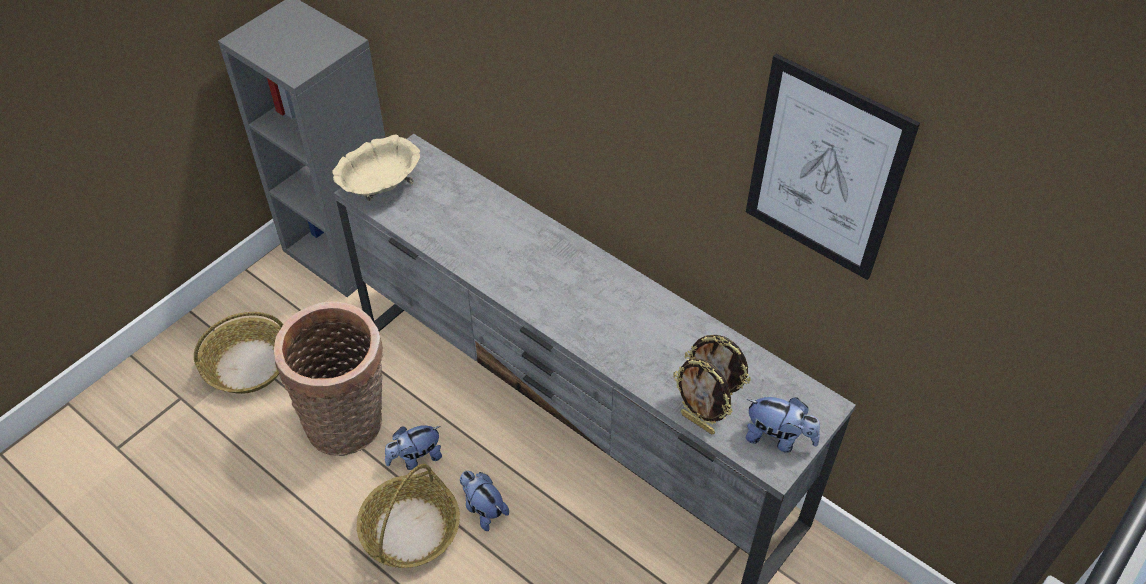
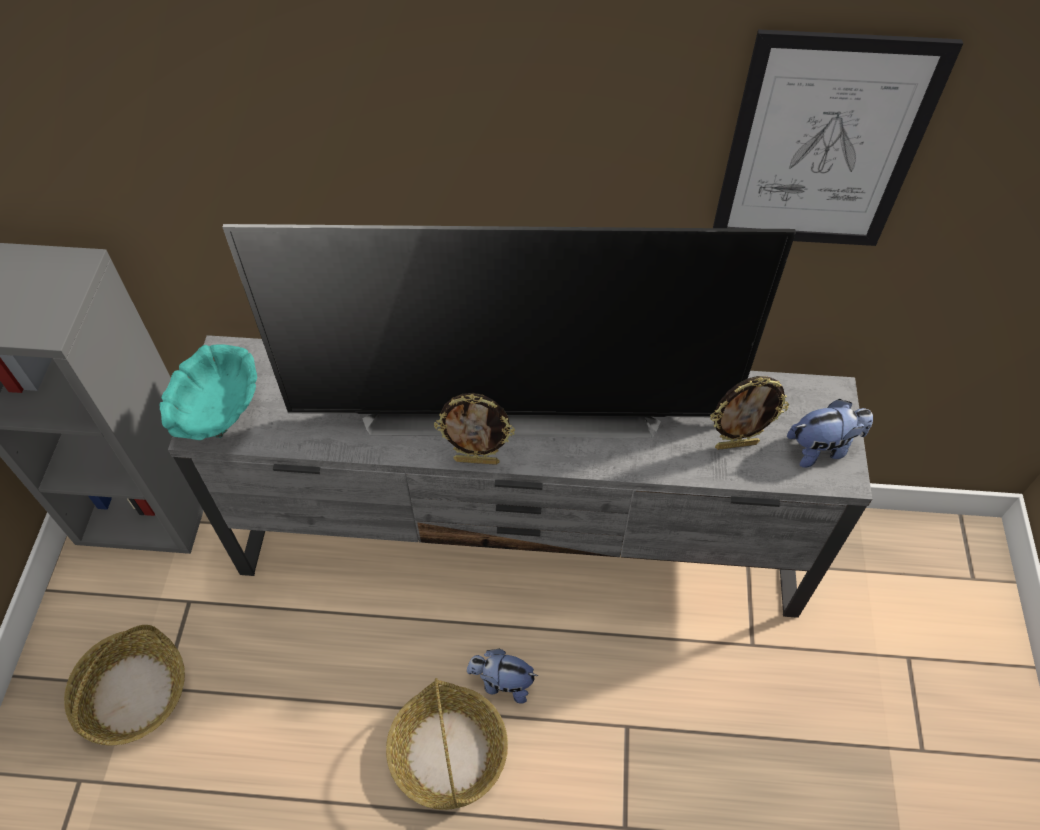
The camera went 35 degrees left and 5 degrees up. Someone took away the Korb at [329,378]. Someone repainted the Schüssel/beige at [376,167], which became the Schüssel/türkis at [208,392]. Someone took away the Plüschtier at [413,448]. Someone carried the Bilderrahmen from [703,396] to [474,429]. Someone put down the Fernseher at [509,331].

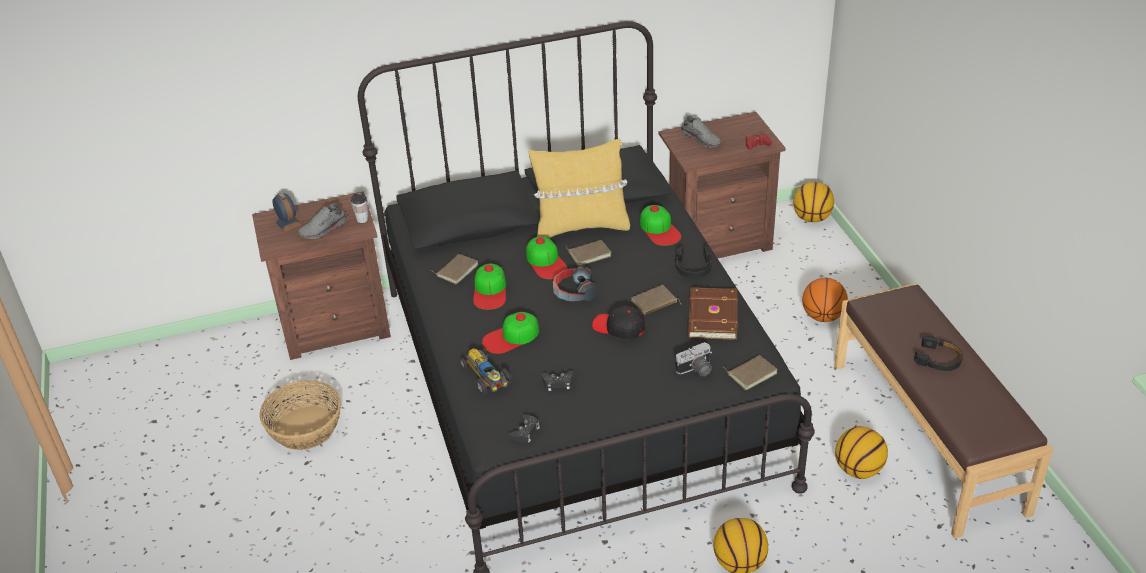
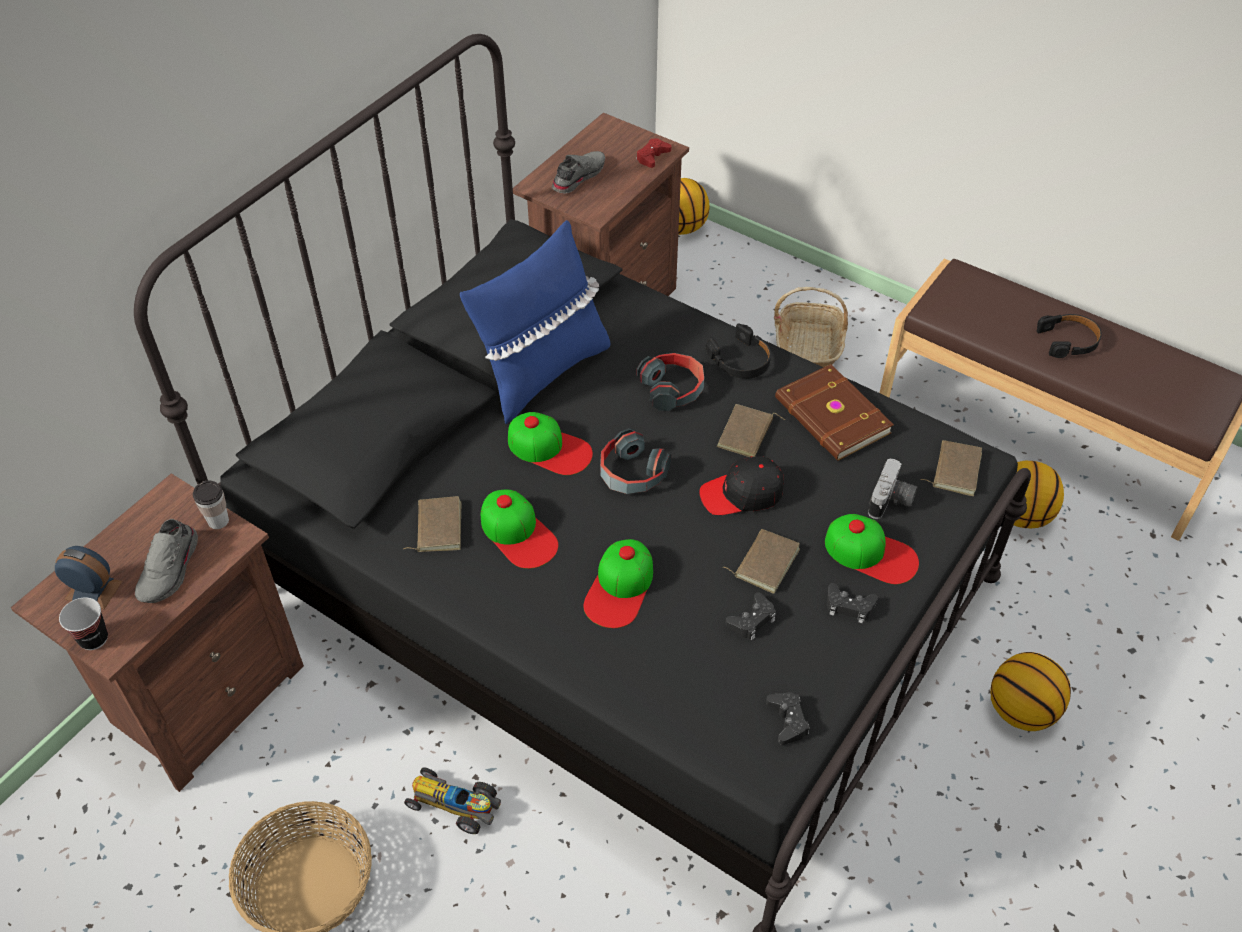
The camera went 40 degrees left and 10 degrees up. Someone carried the Spielzeugauto from [485,371] to [452,801]. Someone repainted the Kissen/gelb at [579,188], which became the Kissen/blau at [535,322]. Someone carried the Buch/braun from [588,253] to [761,561]. Someone carried the Kappe from [660,225] to [872,549]. Someone rotated the Schuh/grau at [701,131] by 60 degrees counterclockwise. Someone swapped the Basketball at [825,300] for the Korb at [811,327]. Someone put down the Tasse at [83,623]. Someone put down the Kopfhörer at [670,382]. Someone put down the Gamepad/schwarz at [852,603].

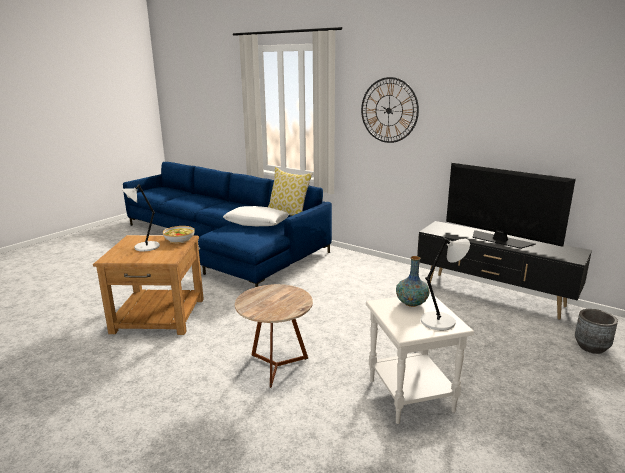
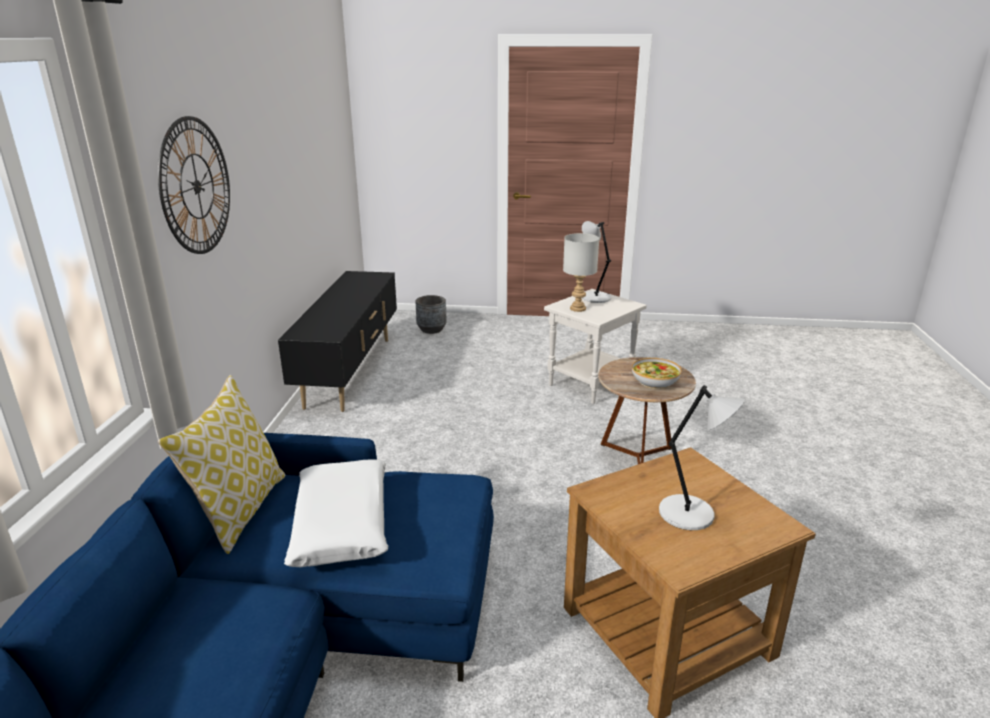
The camera went 120 degrees left and 5 degrees up. Someone carried the Schüssel from [179,234] to [657,373]. Someone swapped the Vase at [412,281] for the Tischlampe/grau at [581,272]. Someone took away the Fernseher at [511,206].

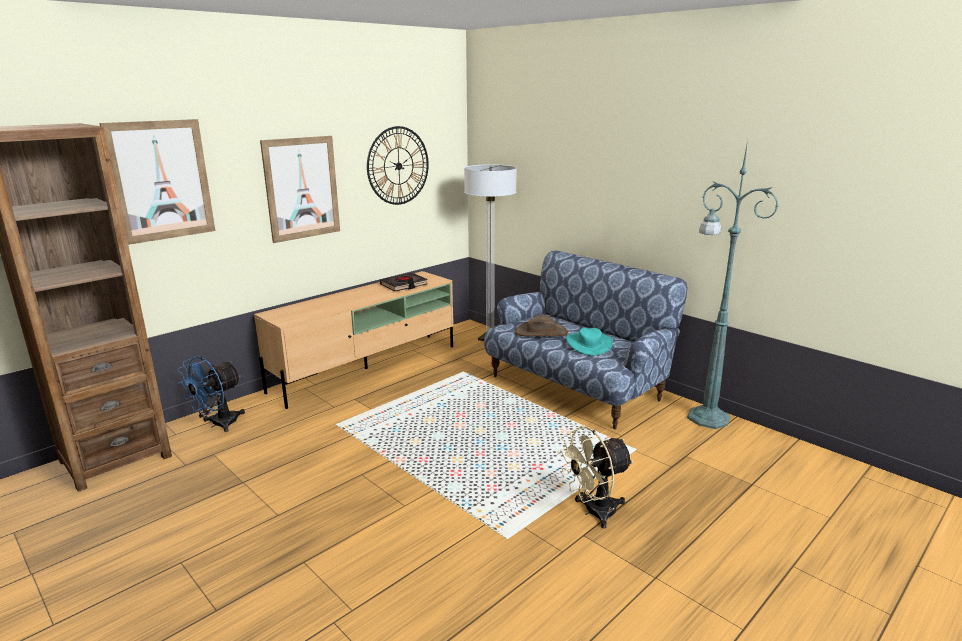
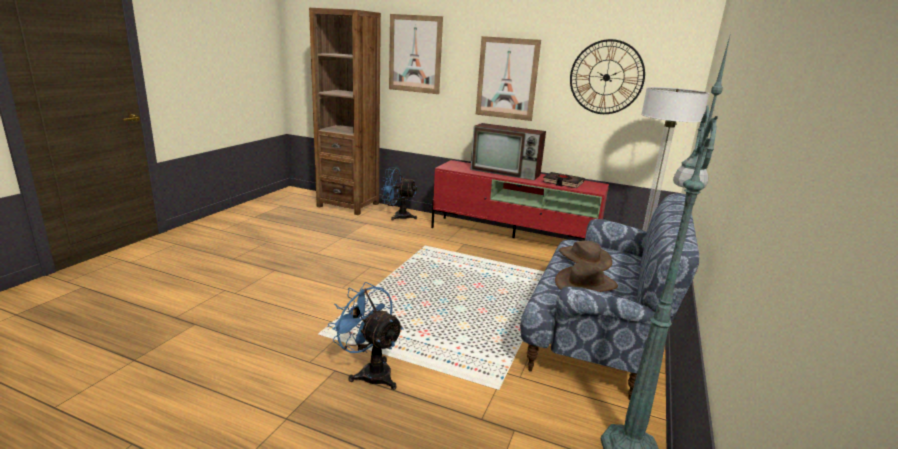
The camera went 65 degrees right and 0 degrees up. Someone repainted the Fernsehschrank/beige at [353,340], which became the Fernsehschrank/rot at [520,199]. Someone repainted the Ventilator/beige at [595,477], which became the Ventilator/blau at [366,336]. Someone repainted the Hut/türkis at [589,342], which became the Hut/braun at [586,277]. Someone put down the Fernseher at [508,152].

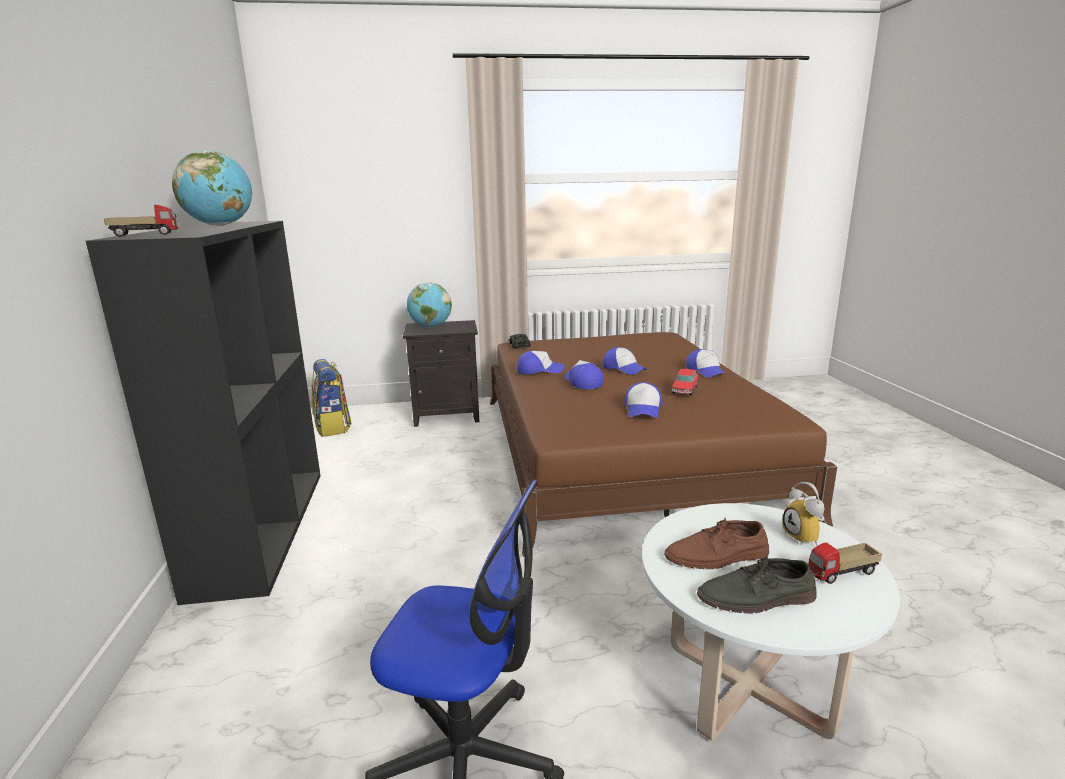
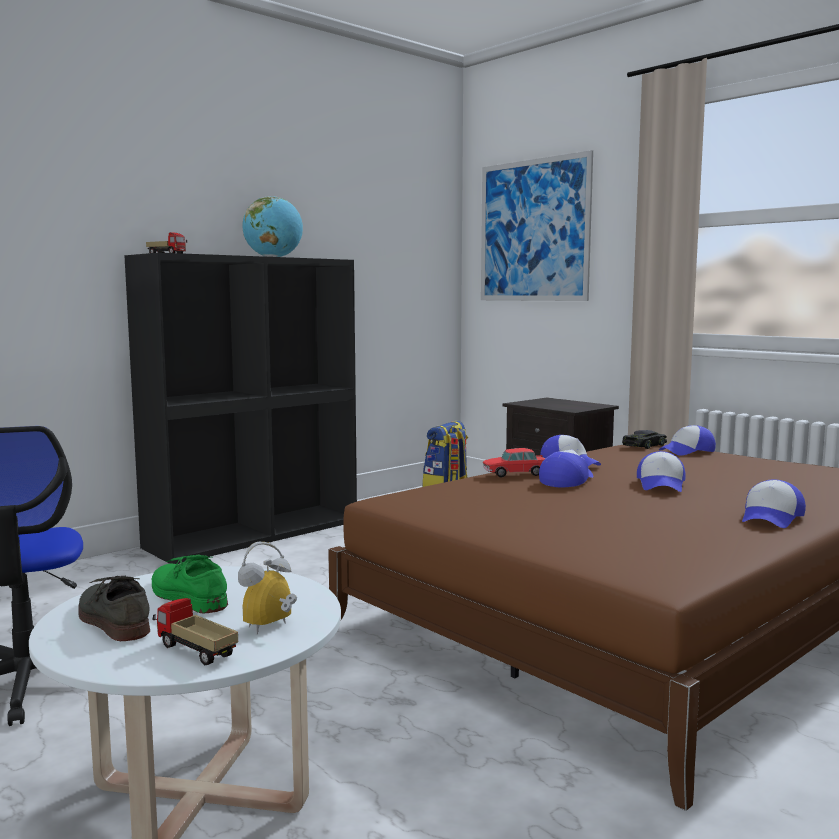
The camera went 55 degrees right and 10 degrees down. Someone took away the Globus at [429,305]. Someone carried the Kappe from [643,400] to [687,440]. Someone repainted the Schuh/braun at [716,543], which became the Schuh/grün at [190,584]. Someone carried the Spielzeugauto from [685,382] to [514,462]. Someone put up the Bild at [537,225].

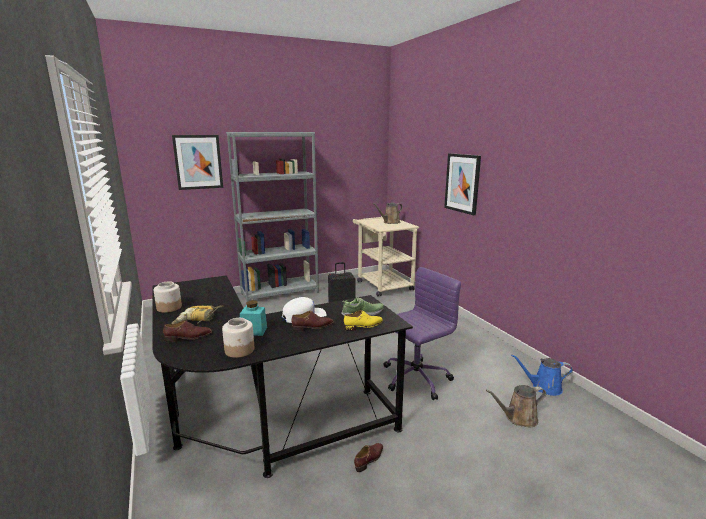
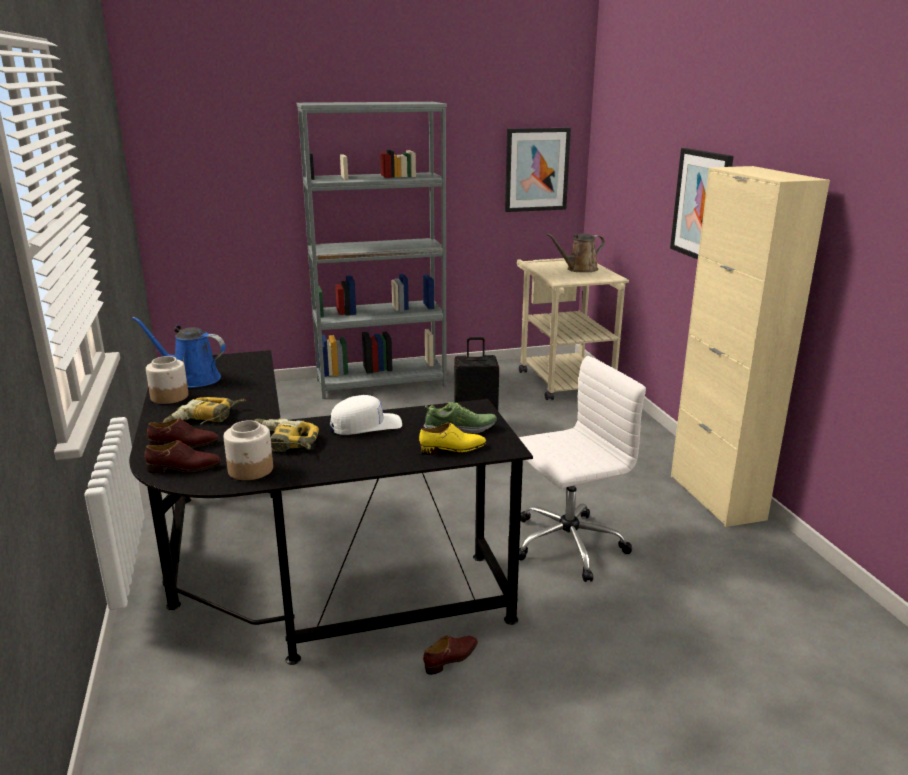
The camera went 10 degrees right and 5 degrees up. Someone carried the Bild from [197,162] to [538,170]. Someone swapped the Vorratsglas/türkis at [253,318] for the Bohrmaschine at [286,435]. Someone carried the Schuh/braun from [312,321] to [182,457]. Someone repainted the Bürostuhl/lila at [422,333], which became the Bürostuhl/weiß at [582,469]. Someone took away the Gießkanne/braun at [516,406]. Someone carried the Gießkanne/blau from [542,375] to [178,352]. Someone put down the Schrank/beige at [750,346].

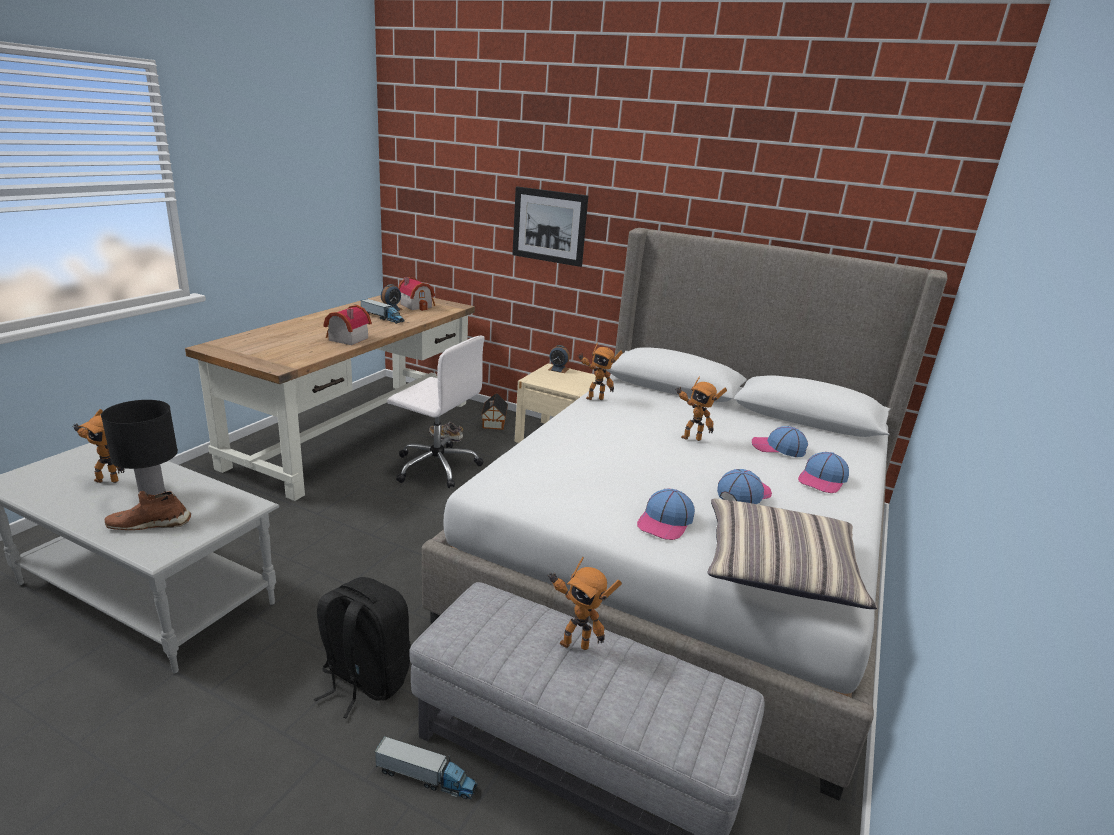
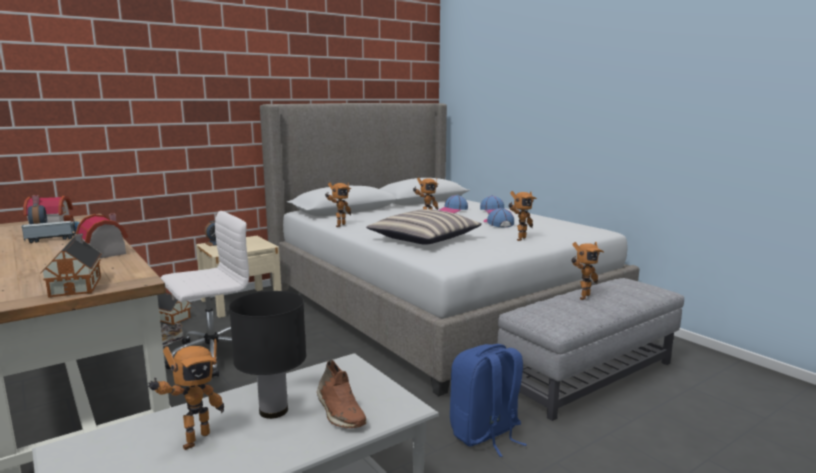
The camera went 60 degrees left and 10 degrees down. Someone rotated the Schuh/braun at [148,510] by 45 degrees counterclockwise. Someone repainted the Rucksack/schwarz at [362,647], which became the Rucksack/blau at [488,400]. Someone took away the Spielzeuglaster at [426,767]. Someone took away the Bild at [550,226]. Someone swapped the Kappe at [666,514] for the Spielzeugroboter at [523,216]. Someone carried the Kissen from [792,554] to [424,227]. Someone put down the Spielzeughaus at [71,266].

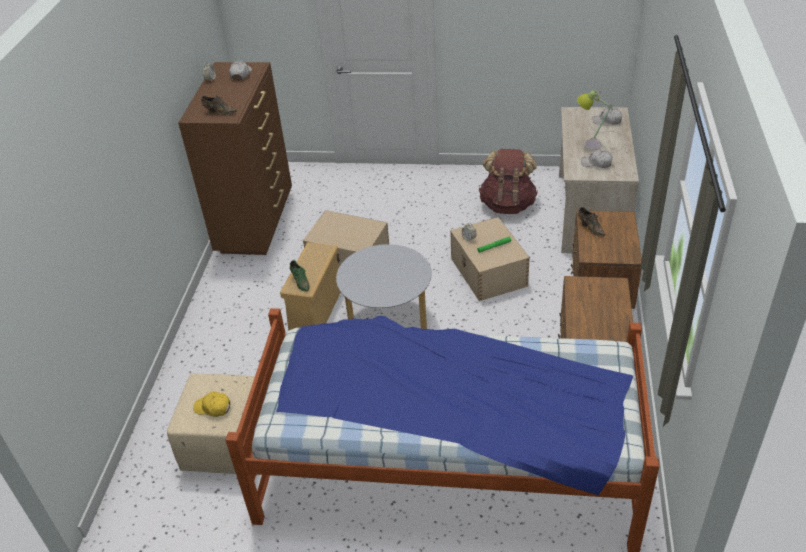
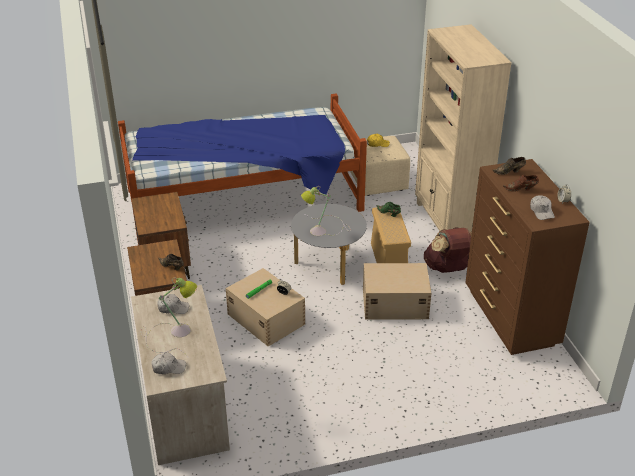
The camera went 155 degrees right and 5 degrees down. Someone carried the Rucksack/braun from [508,181] to [448,250]. Someone put down the Tischlampe at [325,211]. Someone put down the Bücherregal/beige at [463,128]. Someone put down the Schuh/braun at [521,183].

